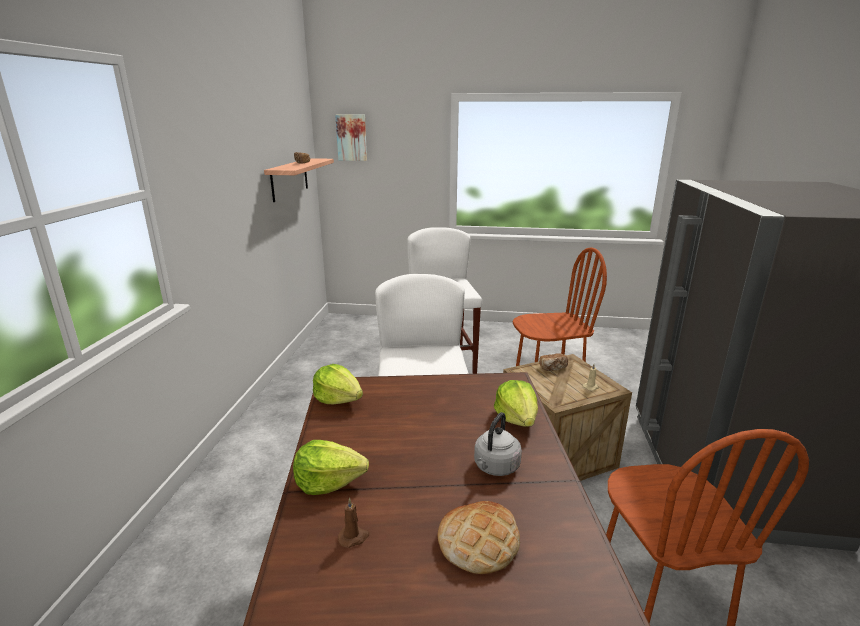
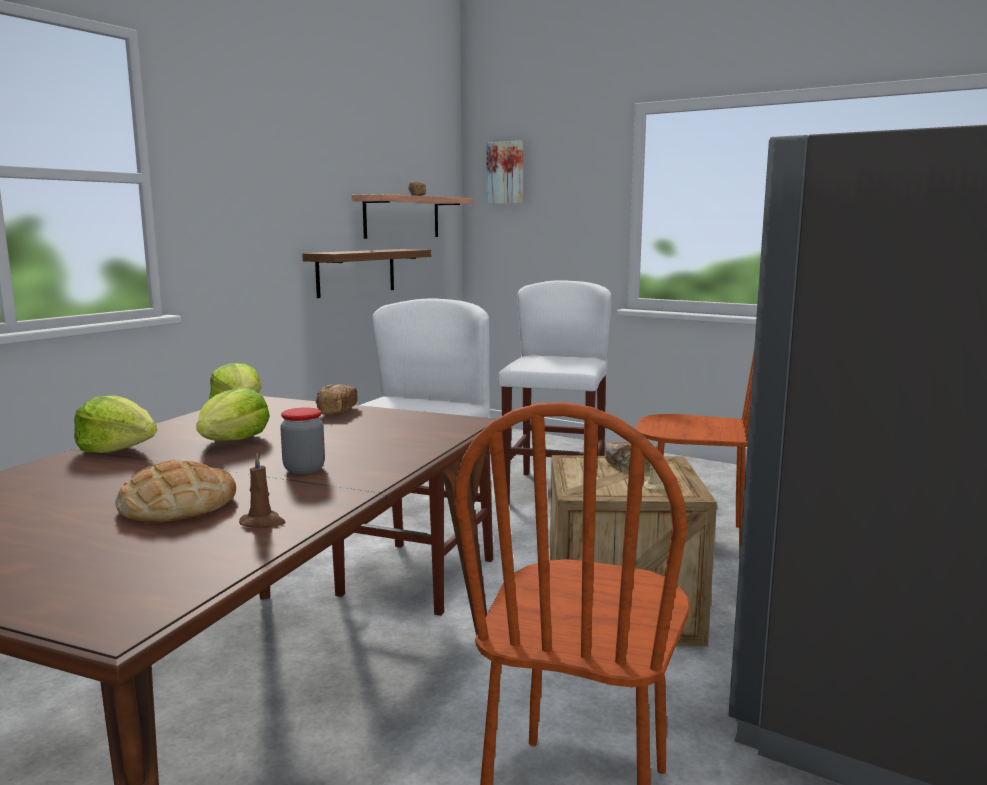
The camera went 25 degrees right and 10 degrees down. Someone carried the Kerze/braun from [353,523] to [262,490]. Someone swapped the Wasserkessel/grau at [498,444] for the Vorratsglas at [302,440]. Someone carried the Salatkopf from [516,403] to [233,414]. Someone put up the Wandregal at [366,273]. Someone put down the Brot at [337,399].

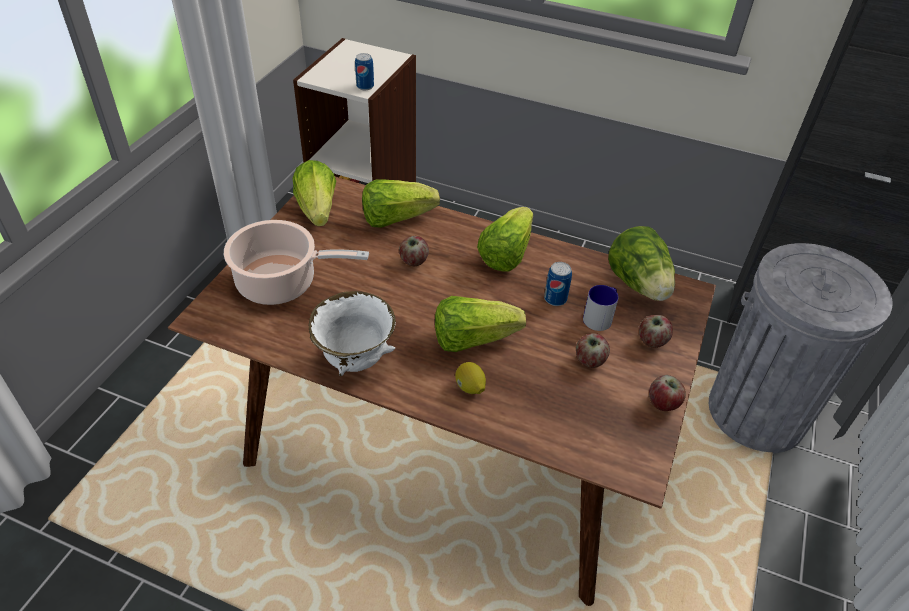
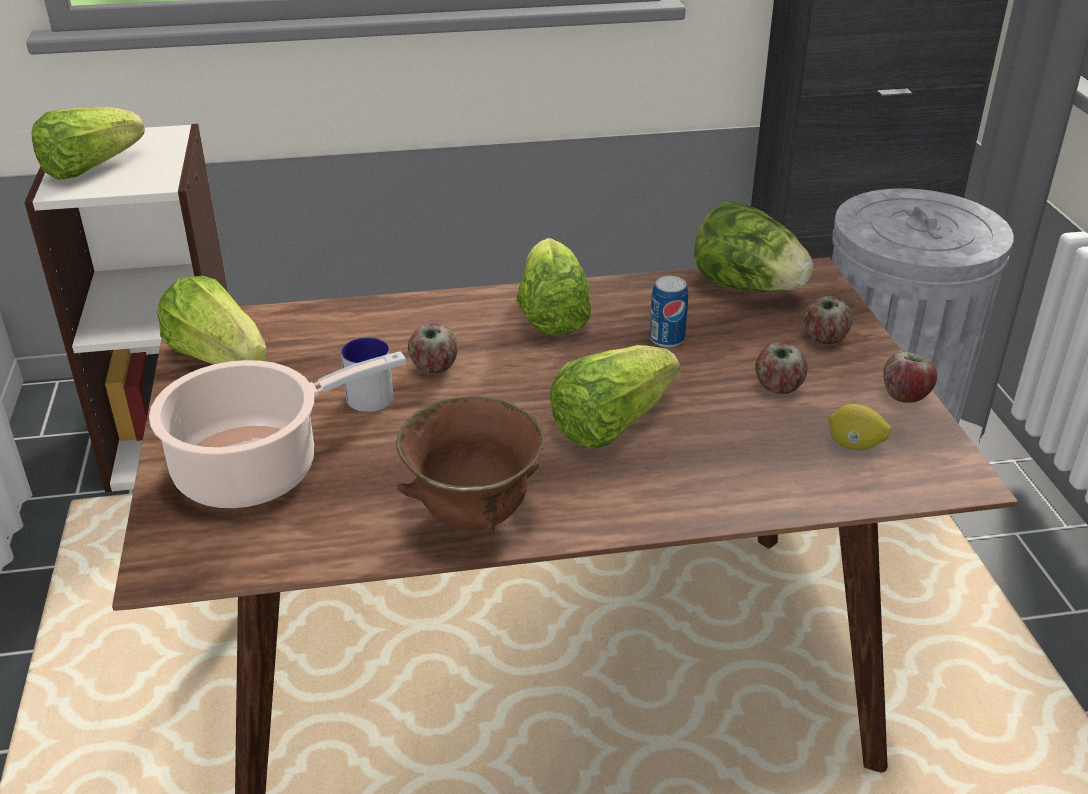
The camera went 30 degrees left and 10 degrees down. Someone repainted the Schüssel/weiß at [352,333], which became the Schüssel/braun at [470,464]. Someone took away the Dose at [364,71]. Someone carried the Salatkopf from [401,203] to [88,143]. Someone carried the Zitrone from [470,378] to [860,427]. Someone carried the Henkelbecher from [601,308] to [367,374].

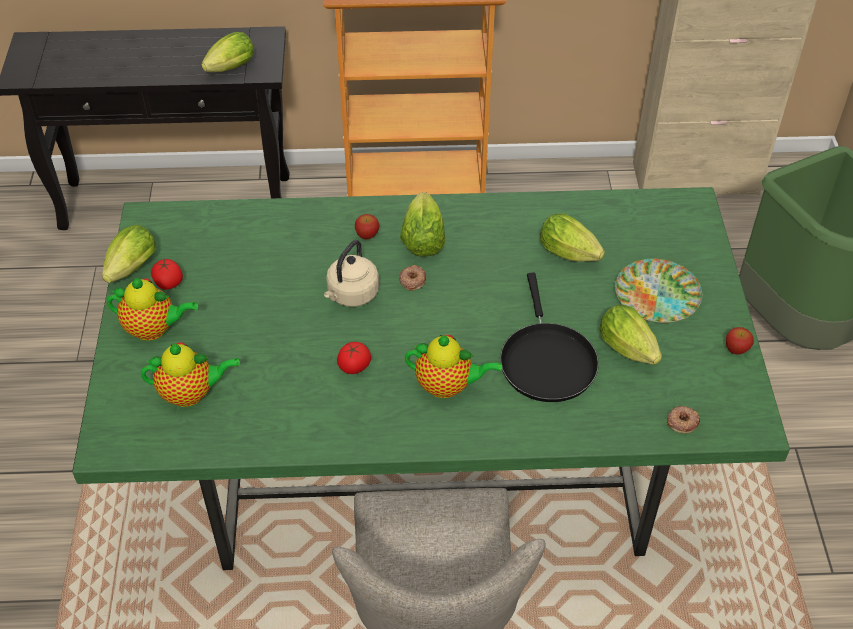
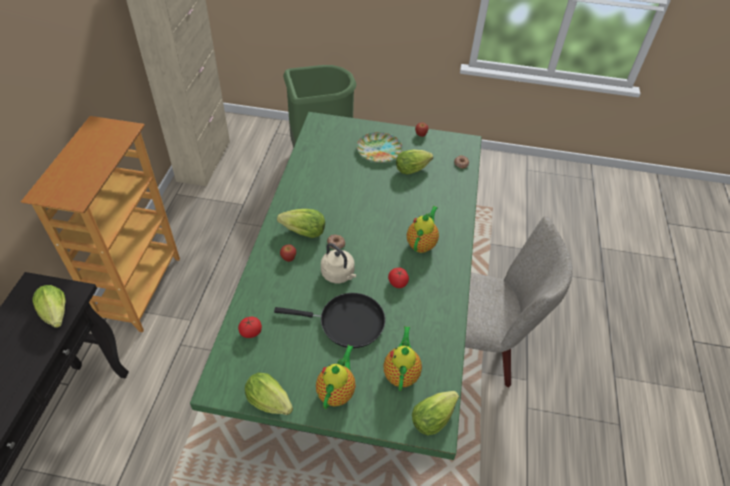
The camera went 80 degrees left and 0 degrees up. Someone carried the Tomate from [167,274] to [250,327]. Someone carried the Pfanne/schwarz from [549,337] to [329,320]. Someone carried the Salatkopf from [572,237] to [435,413].

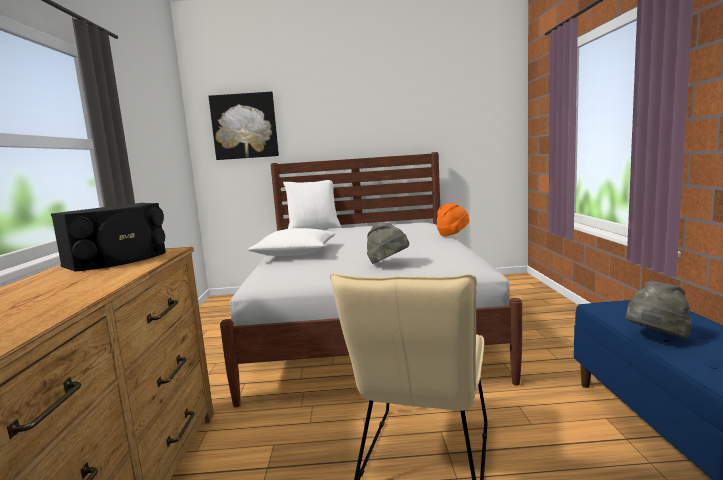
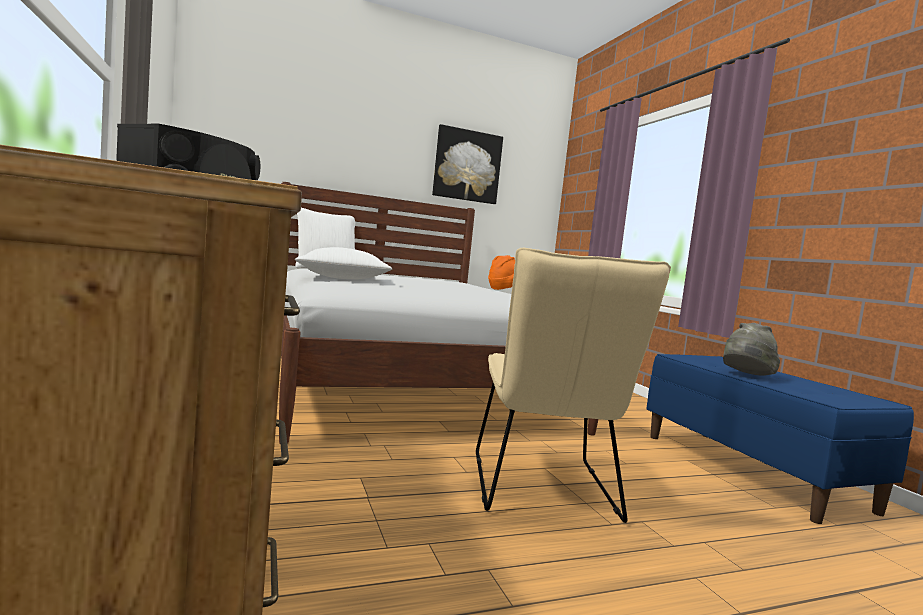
The camera went 20 degrees left and 5 degrees down. Someone carried the Bild from [244,126] to [467,164]. Someone took away the Hut/grau at [388,243].

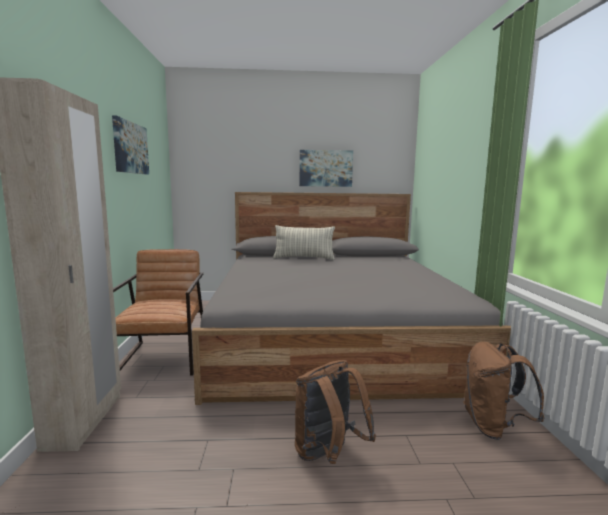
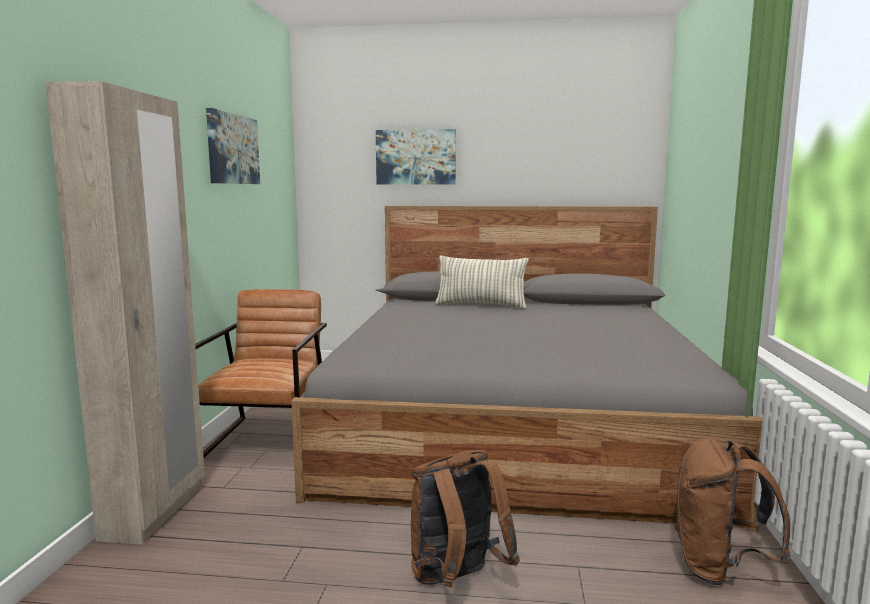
The camera went 10 degrees right and 0 degrees up. Someone carried the Bild from [326,168] to [416,157].

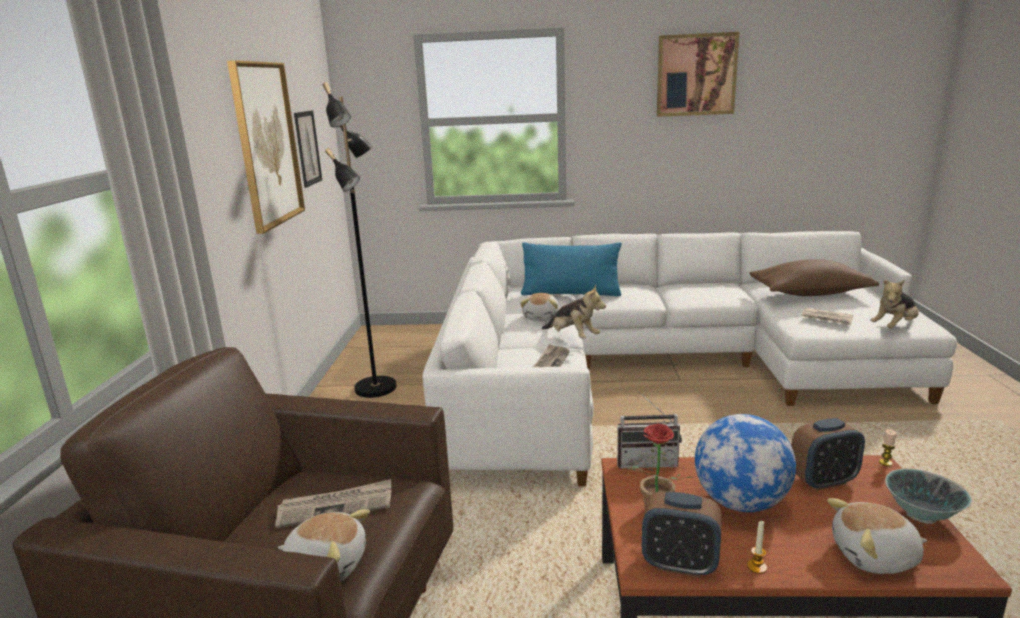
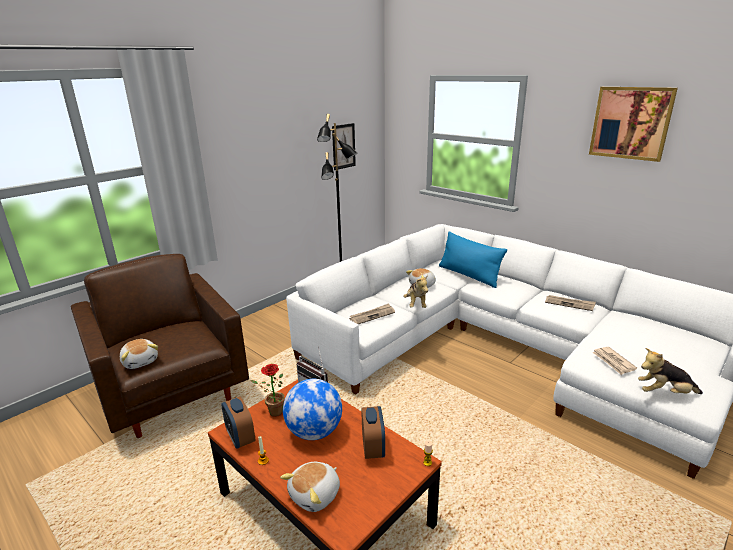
The camera went 40 degrees right and 5 degrees up. Someone took away the Bild at [266,147]. Someone carried the Zeitung from [333,503] to [570,303]. Someone took away the Kissen/braun at [814,277]. Someone rotated the Wecker at [828,454] by 120 degrees counterclockwise. Someone rotated the Plüschtier at [877,536] by 90 degrees counterclockwise. Someone took away the Schüssel at [928,496].

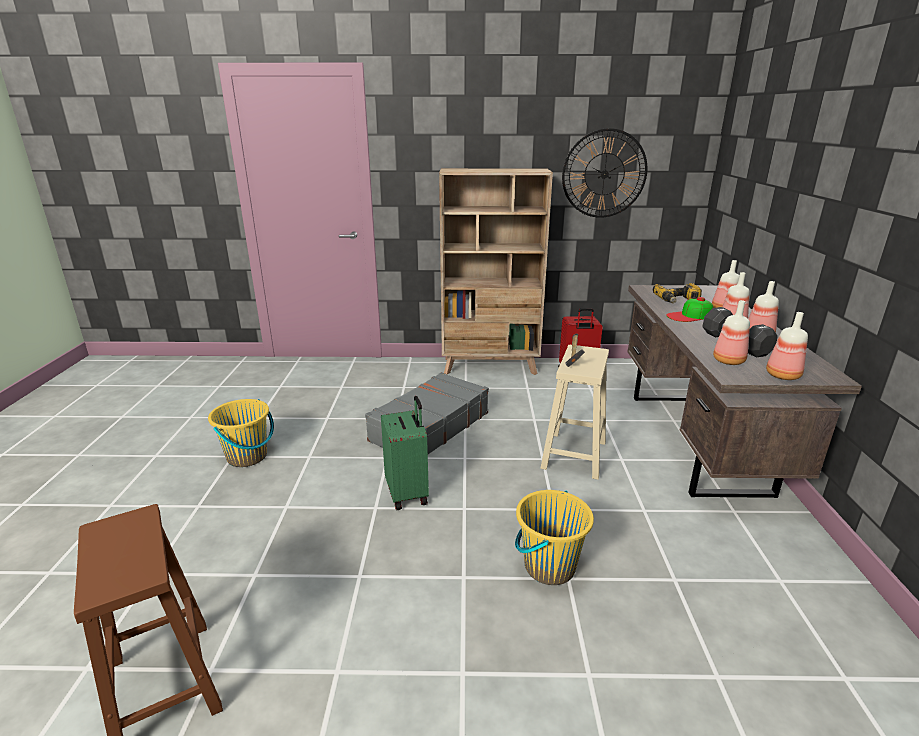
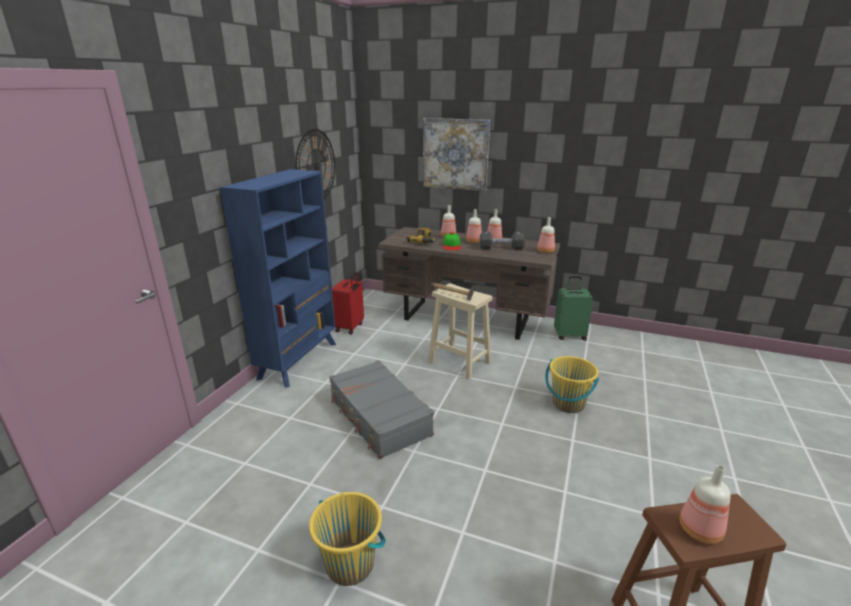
The camera went 70 degrees left and 0 degrees up. Someone carried the Koffer/grün from [405,453] to [573,308]. Someone repainted the Bücherregal/beige at [496,271], which became the Bücherregal/blau at [278,278]. Someone carried the Flasche from [731,332] to [705,504]. Someone put up the Bild at [456,154].

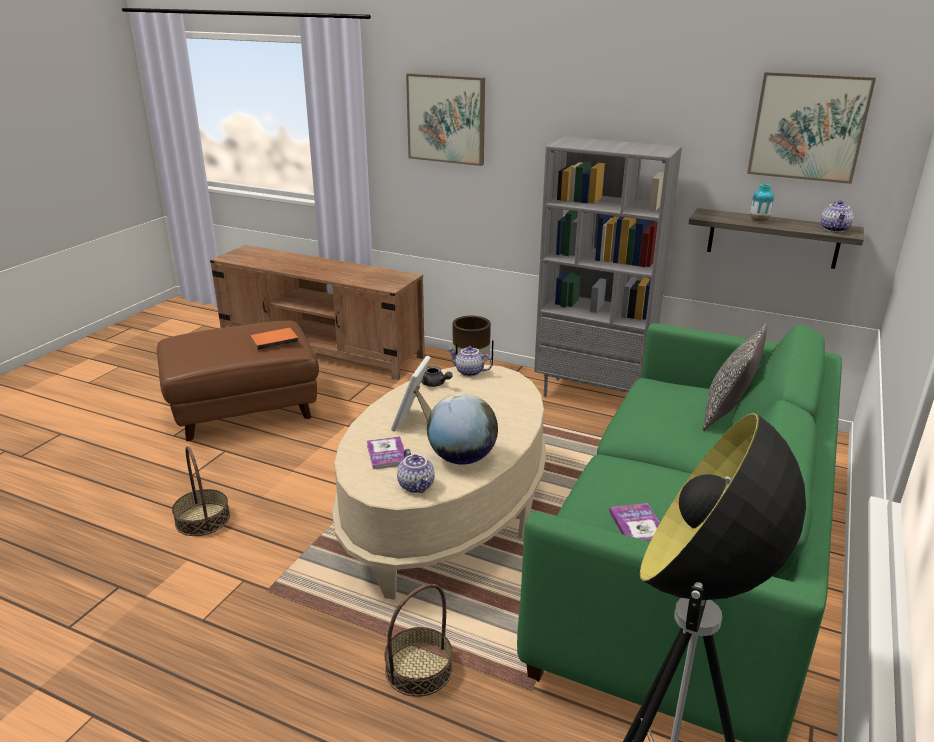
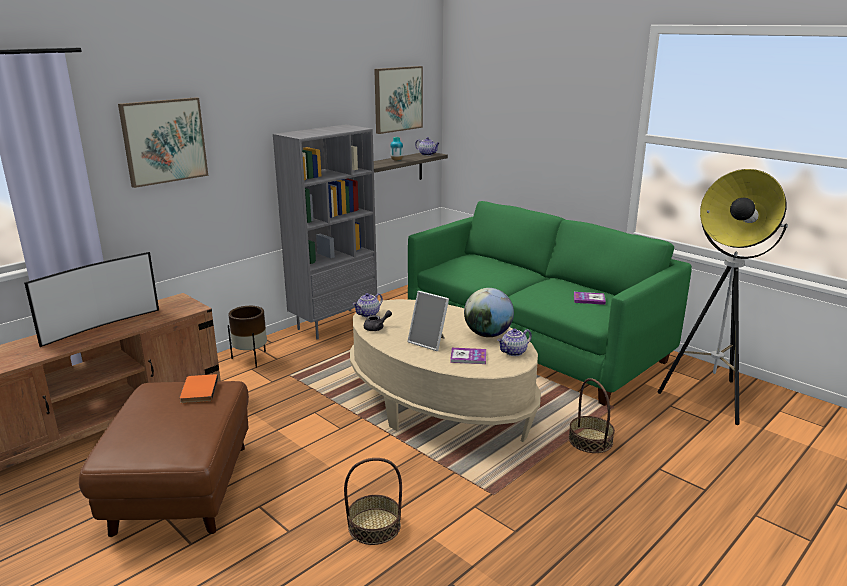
The camera went 70 degrees left and 5 degrees down. Someone rotated the Teekanne at [416,471] by 150 degrees clockwise. Someone took away the Kissen at [734,377]. Someone put down the Fernseher at [91,299].

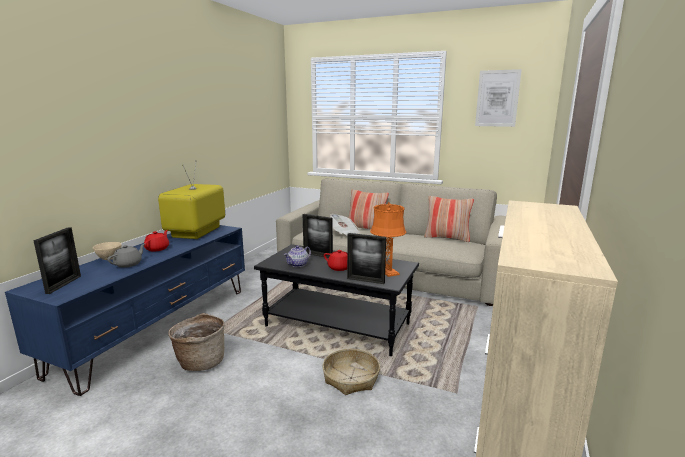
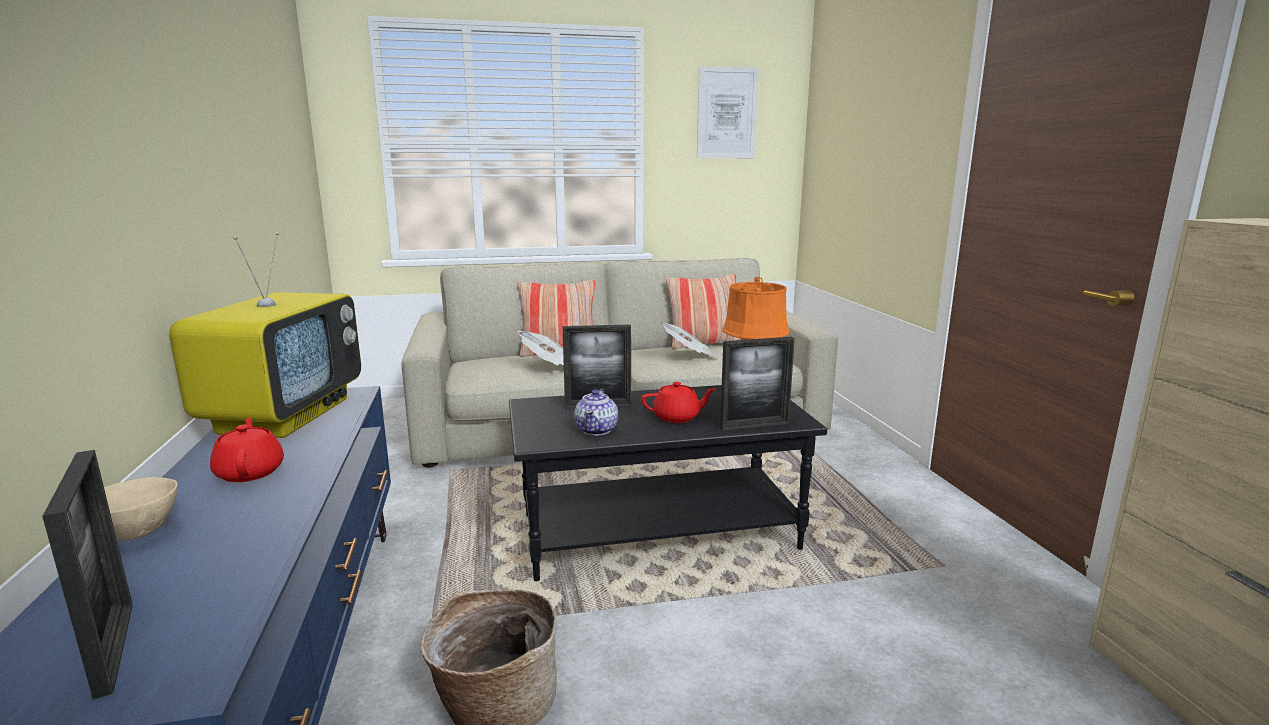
The camera went 35 degrees left and 0 degrees up. Someone took away the Teekanne/grau at [127,255]. Someone rotated the Fernseher at [191,199] by 150 degrees counterclockwise. Someone took away the Korb at [351,372]. Someone put down the Zeitung at [688,339].

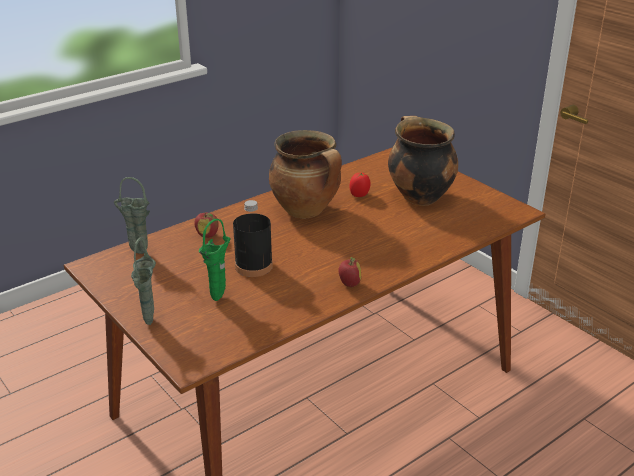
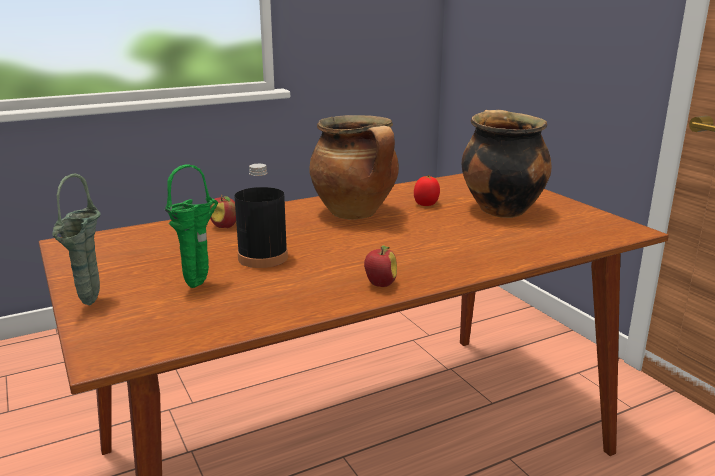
The camera went 10 degrees right and 10 degrees down. Someone took away the Vase/grün at [132,215].

